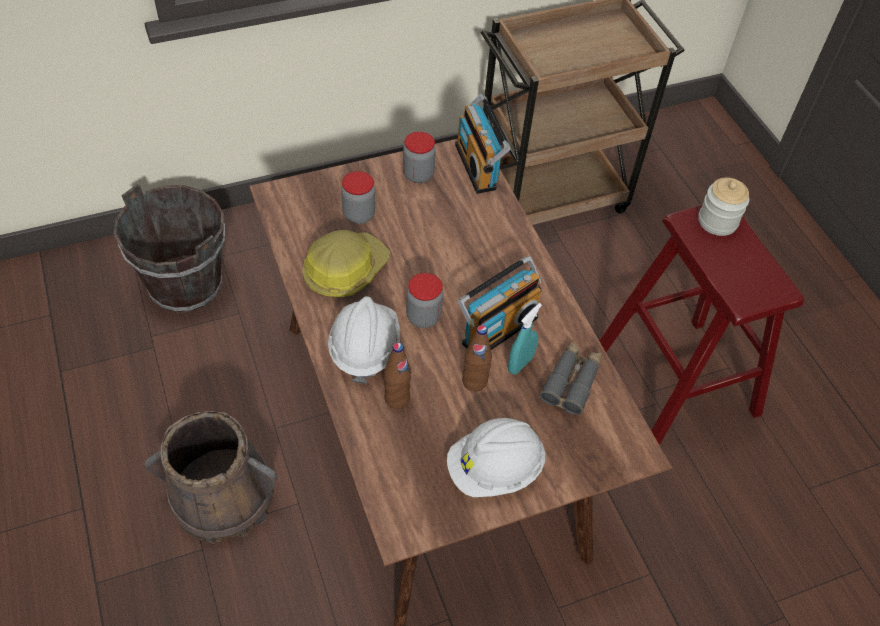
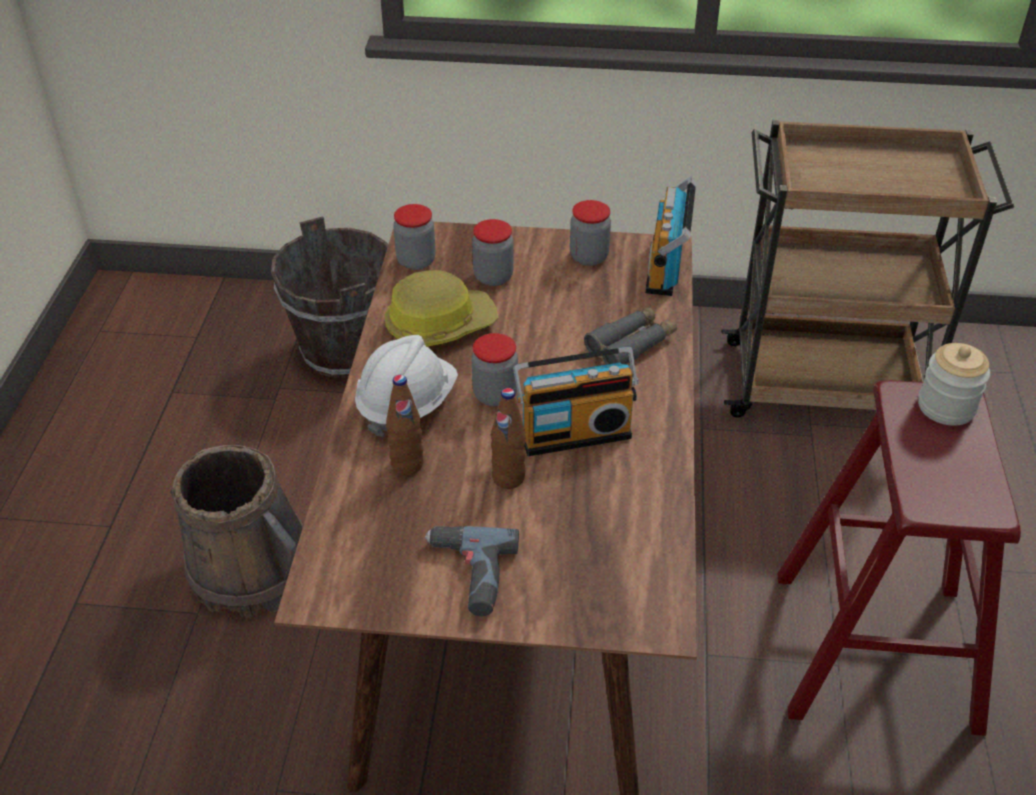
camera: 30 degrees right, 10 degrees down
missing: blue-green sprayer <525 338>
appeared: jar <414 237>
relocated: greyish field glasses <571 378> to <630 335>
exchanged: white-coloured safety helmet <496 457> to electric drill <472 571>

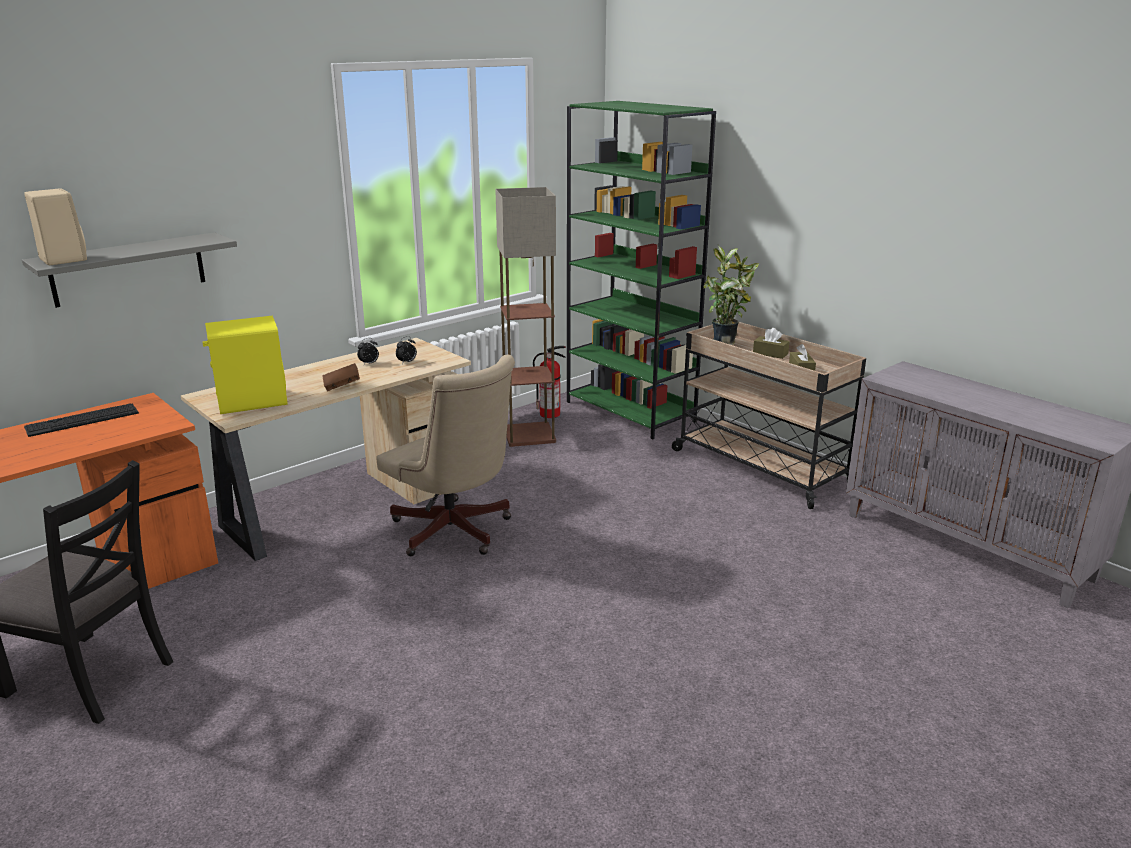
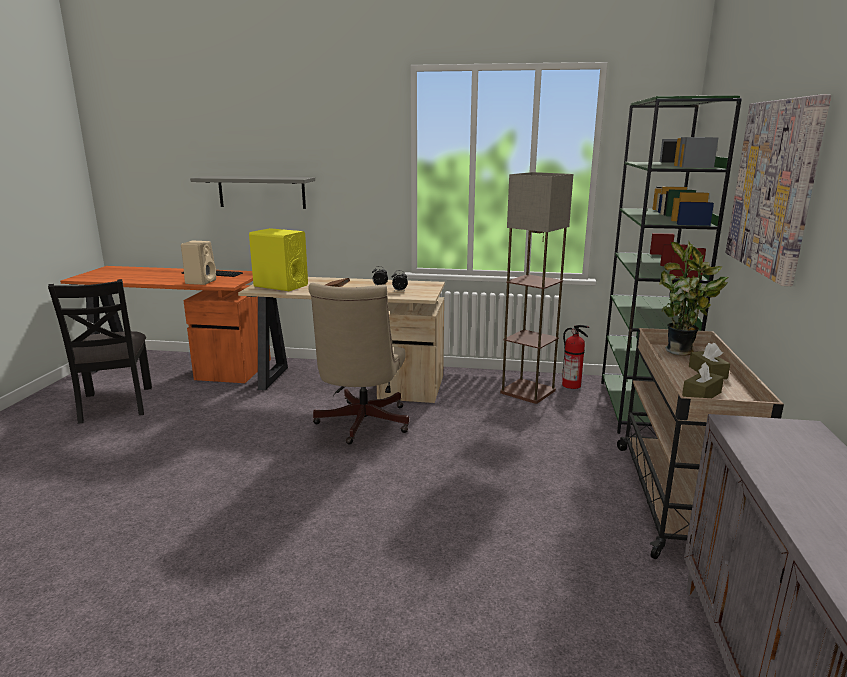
camera: 50 degrees right, 5 degrees down
appeared: wall art <778 190>
relocated: beige speaker <55 227> to <198 263>

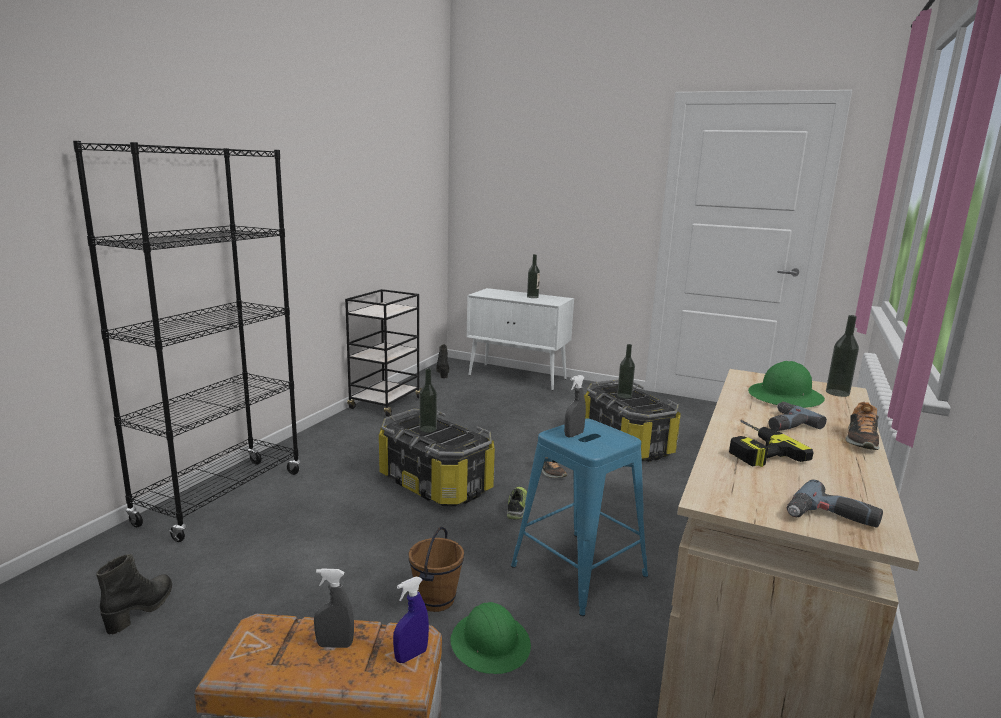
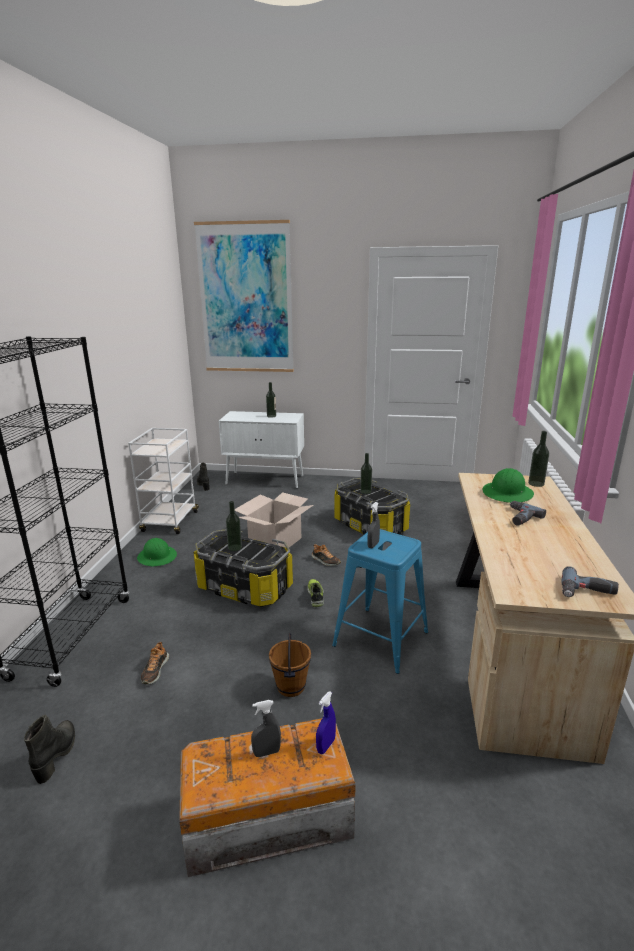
camera: 15 degrees left, 5 degrees up
missing: electric drill <771 443>
appeared: wall art <244 296>; carton <274 519>
relocated: shoe <862 426> to <155 663>; green-coloured safety helmet <490 638> to <157 552>
colour: black-coloured trolley <383 353> to white-coloured trolley <163 481>

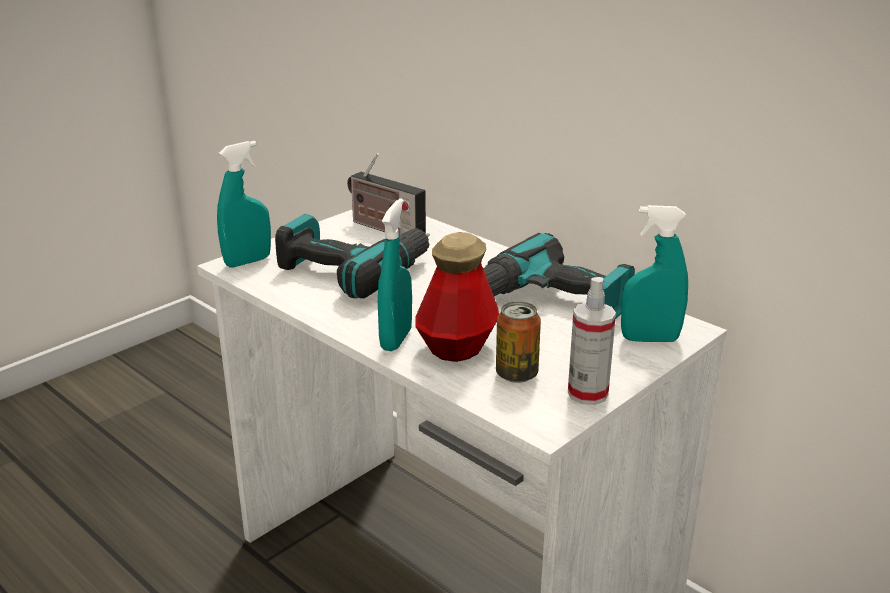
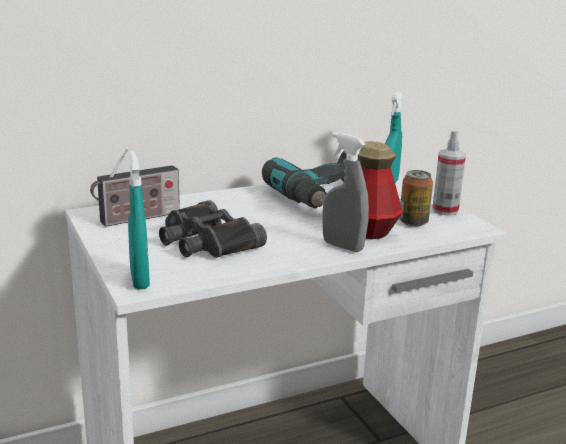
camera: 70 degrees left, 5 degrees down
exchanged: electric drill <352 256> to black-coloured field glasses <213 229>
colour: blue-green sprayer <395 274> to greyish sprayer <345 192>

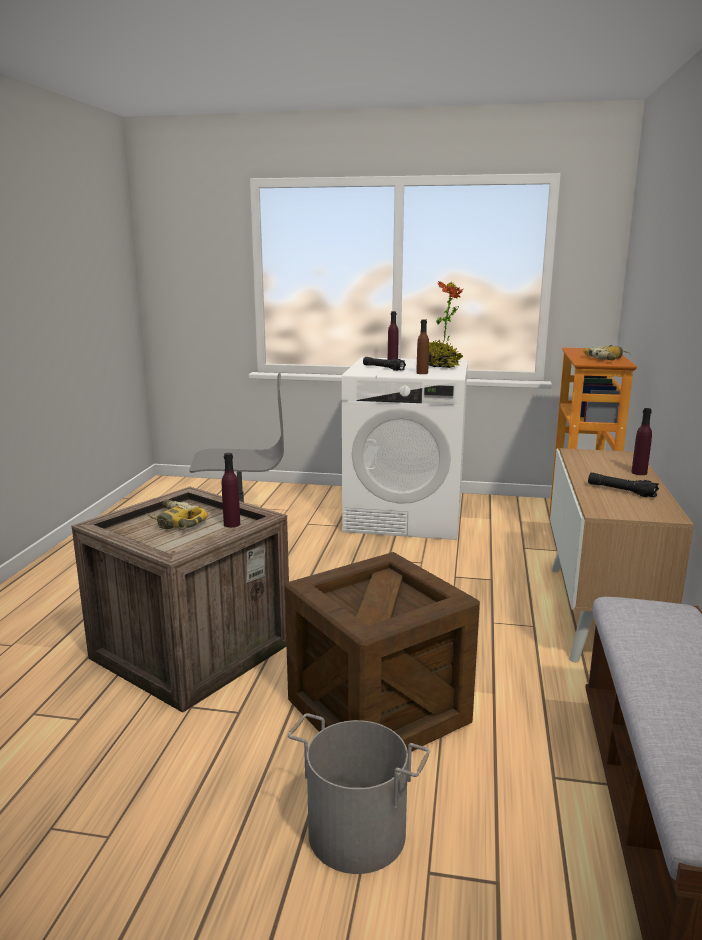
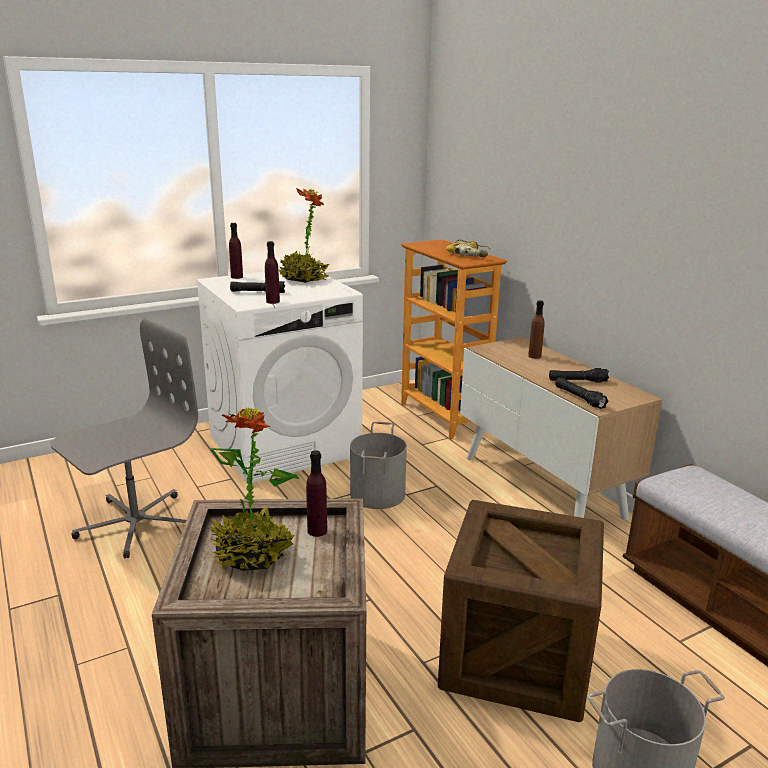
camera: 40 degrees left, 5 degrees up
appeared: black-coloured flashlight <582 393>; greyish bucket <378 465>
relocated: brown beverage bottle <422 346> to <536 329>; purplish beverage bottle <642 441> to <272 272>
exchanged: electric drill <177 514> to houseplant <254 489>

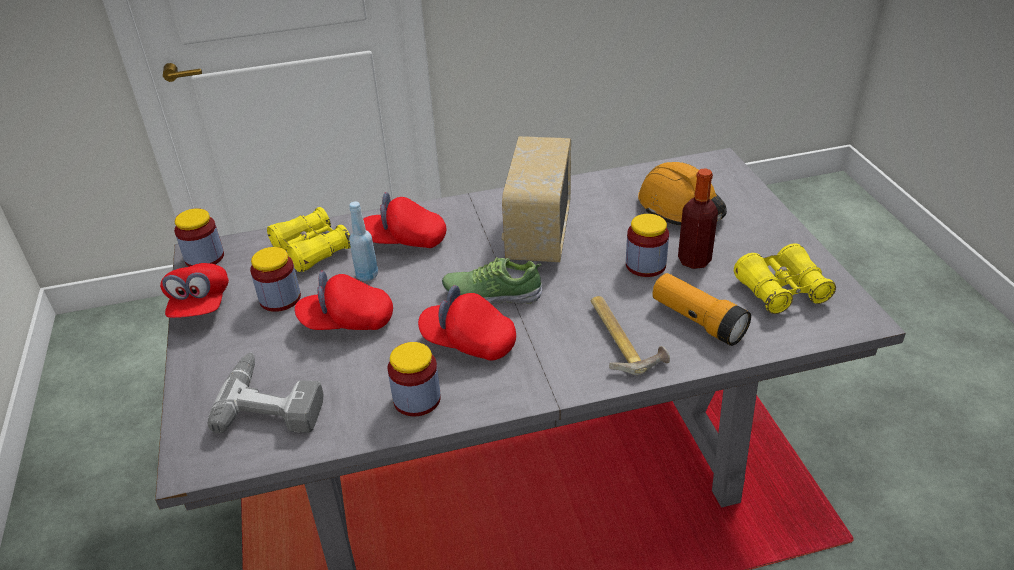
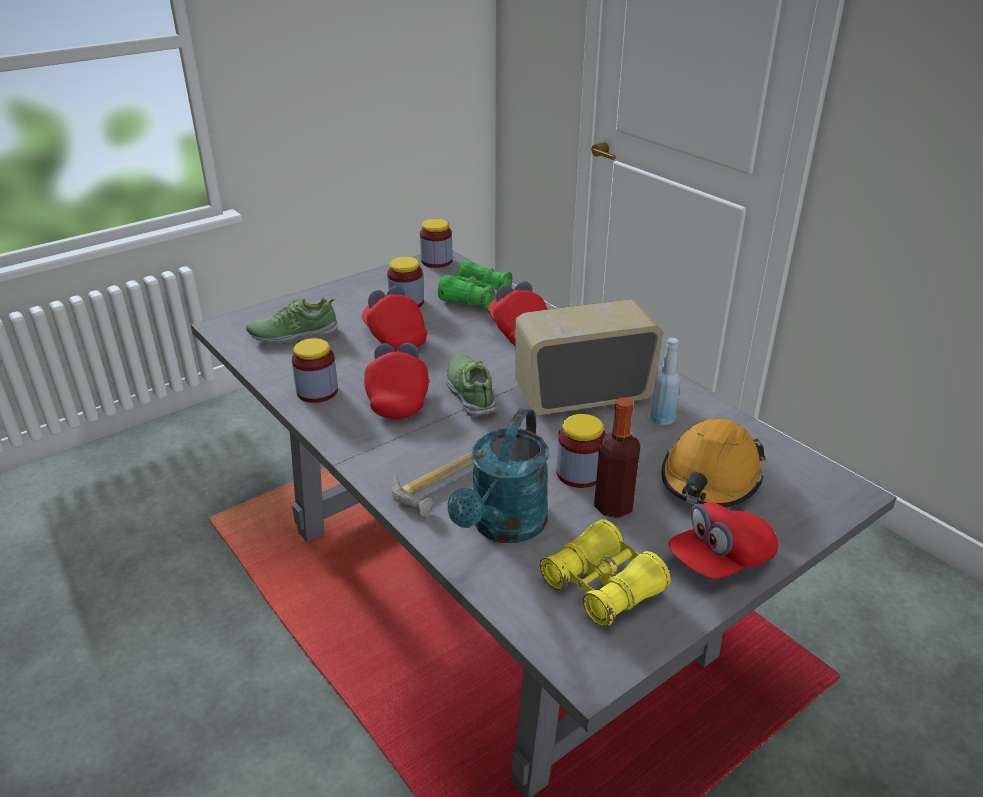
camera: 65 degrees right, 5 degrees down
relocated: blue beverage bottle <363 241> to <665 381>; red cap <194 290> to <723 540>
exchanged: flashlight <702 309> to blue-green watering can <498 475>; electric drill <265 393> to shoe <292 321>
colour: yellowish field glasses <309 239> to green-coloured field glasses <475 284>

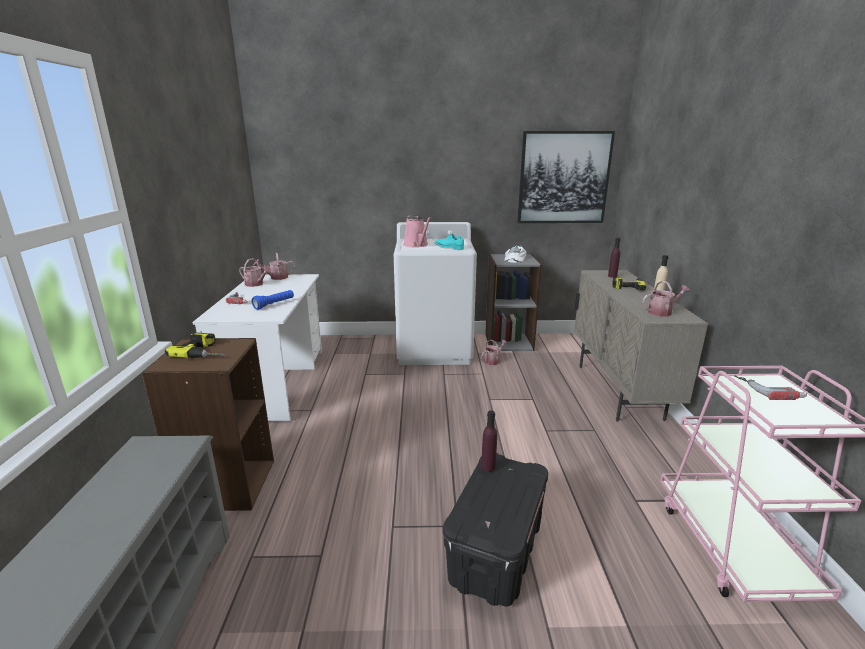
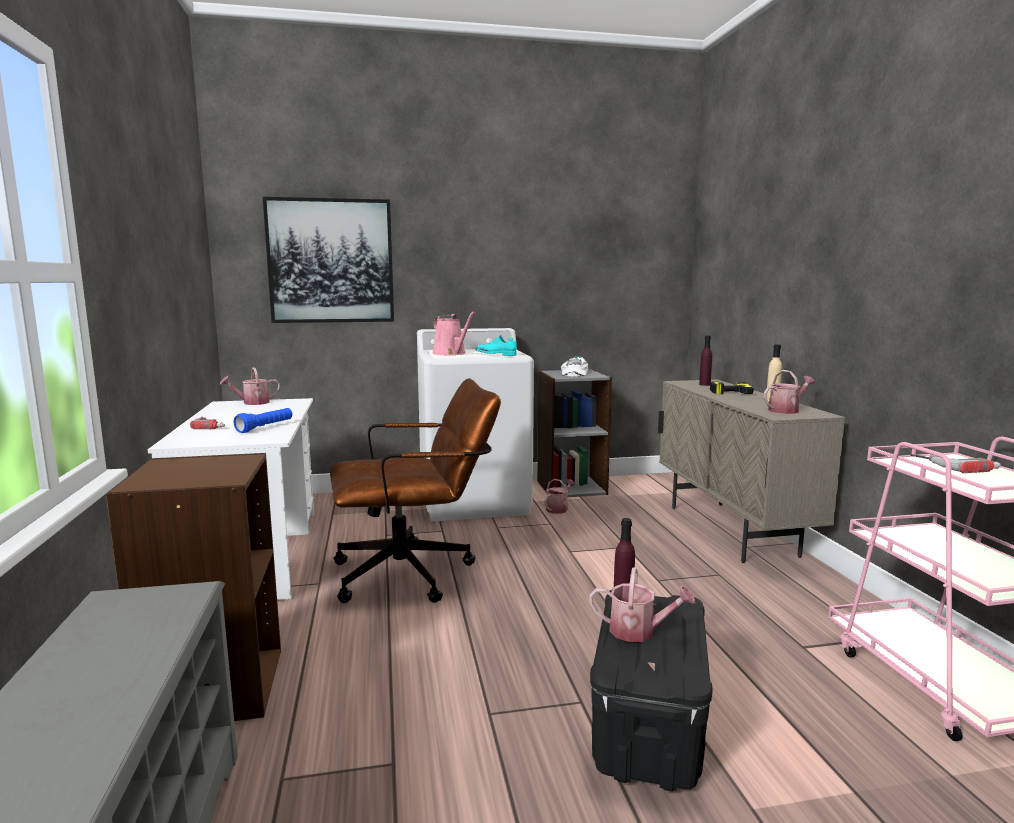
camera: 10 degrees left, 10 degrees down
missing: electric drill <195 345>
appeared: brown computer chair <415 490>
relocated: wall art <566 177> to <328 260>; watering can <255 272> to <642 604>

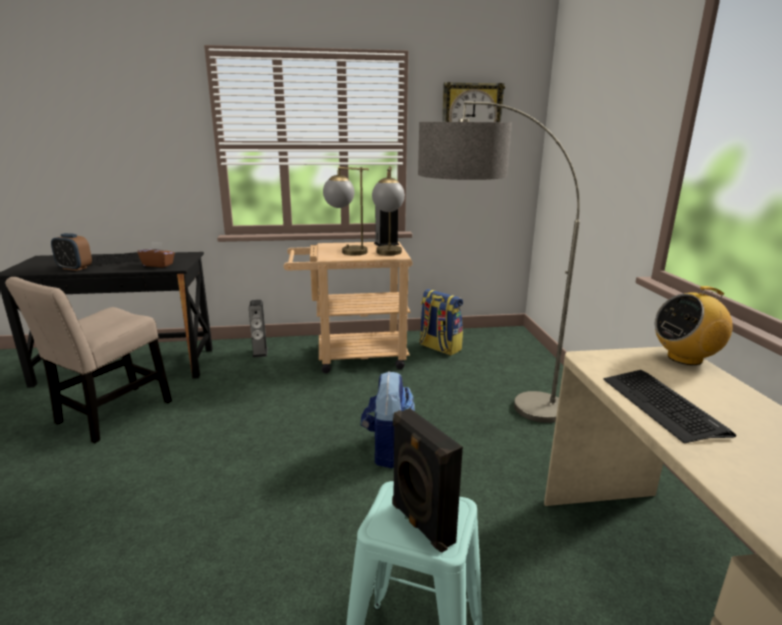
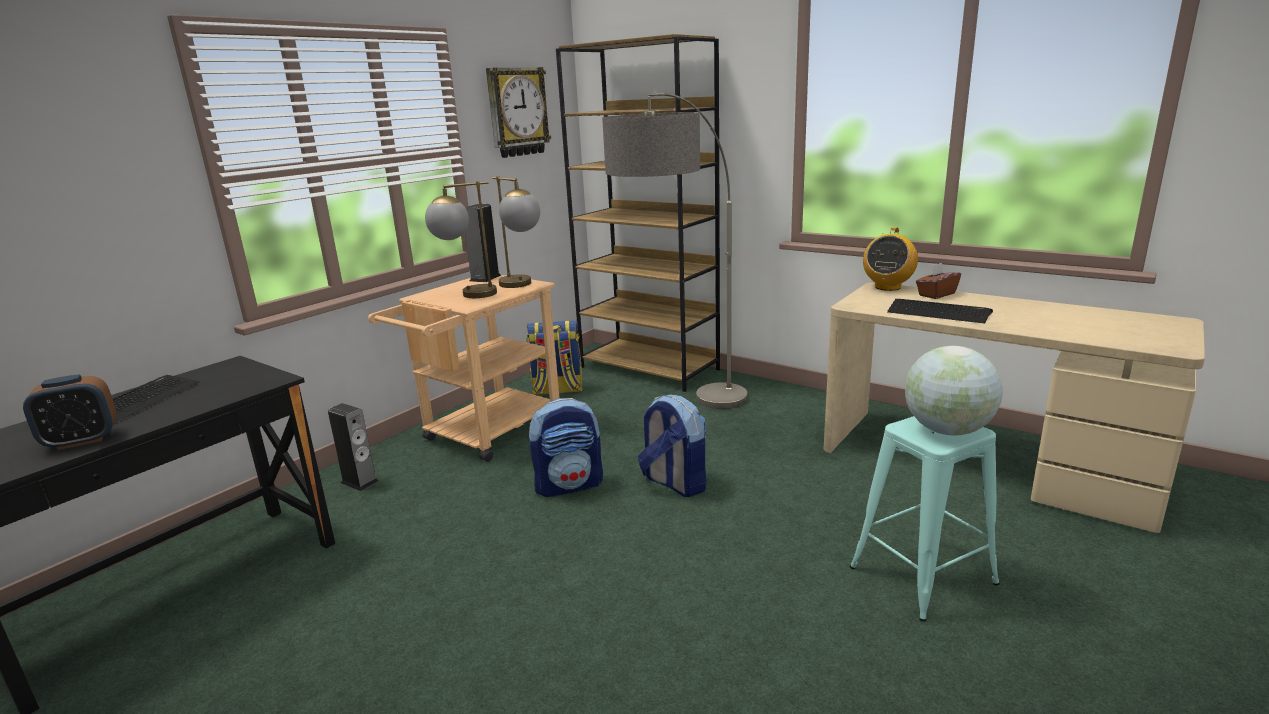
camera: 45 degrees left, 0 degrees up
missing: beige plain chair <88 360>
appeared: brown bookcase <638 213>; knapsack <566 447>
relocated: brown tissue holder <156 254> to <938 281>
exchanged: black-coloured speaker <427 480> to desk globe <954 391>

